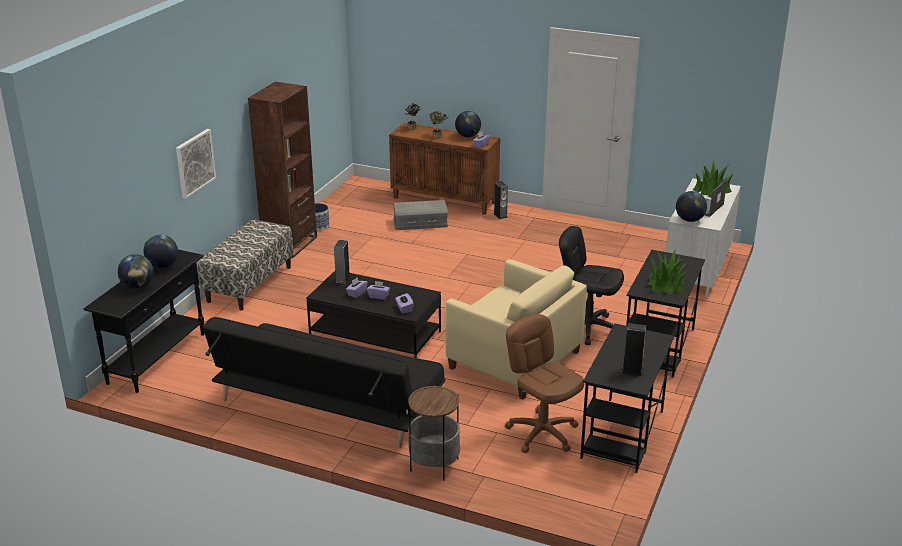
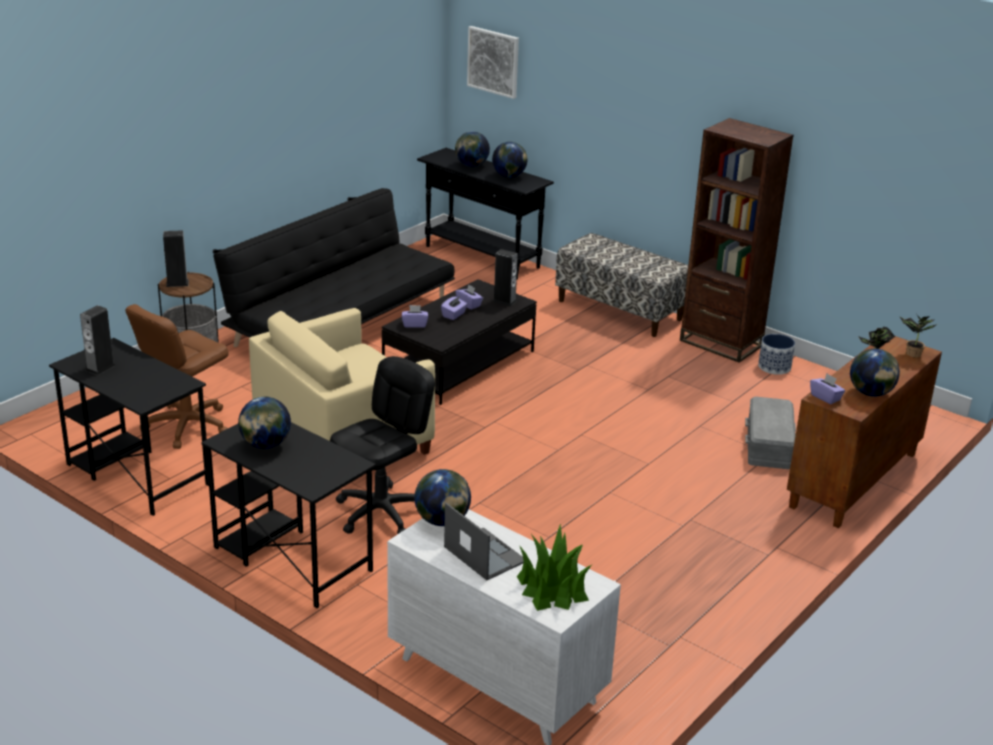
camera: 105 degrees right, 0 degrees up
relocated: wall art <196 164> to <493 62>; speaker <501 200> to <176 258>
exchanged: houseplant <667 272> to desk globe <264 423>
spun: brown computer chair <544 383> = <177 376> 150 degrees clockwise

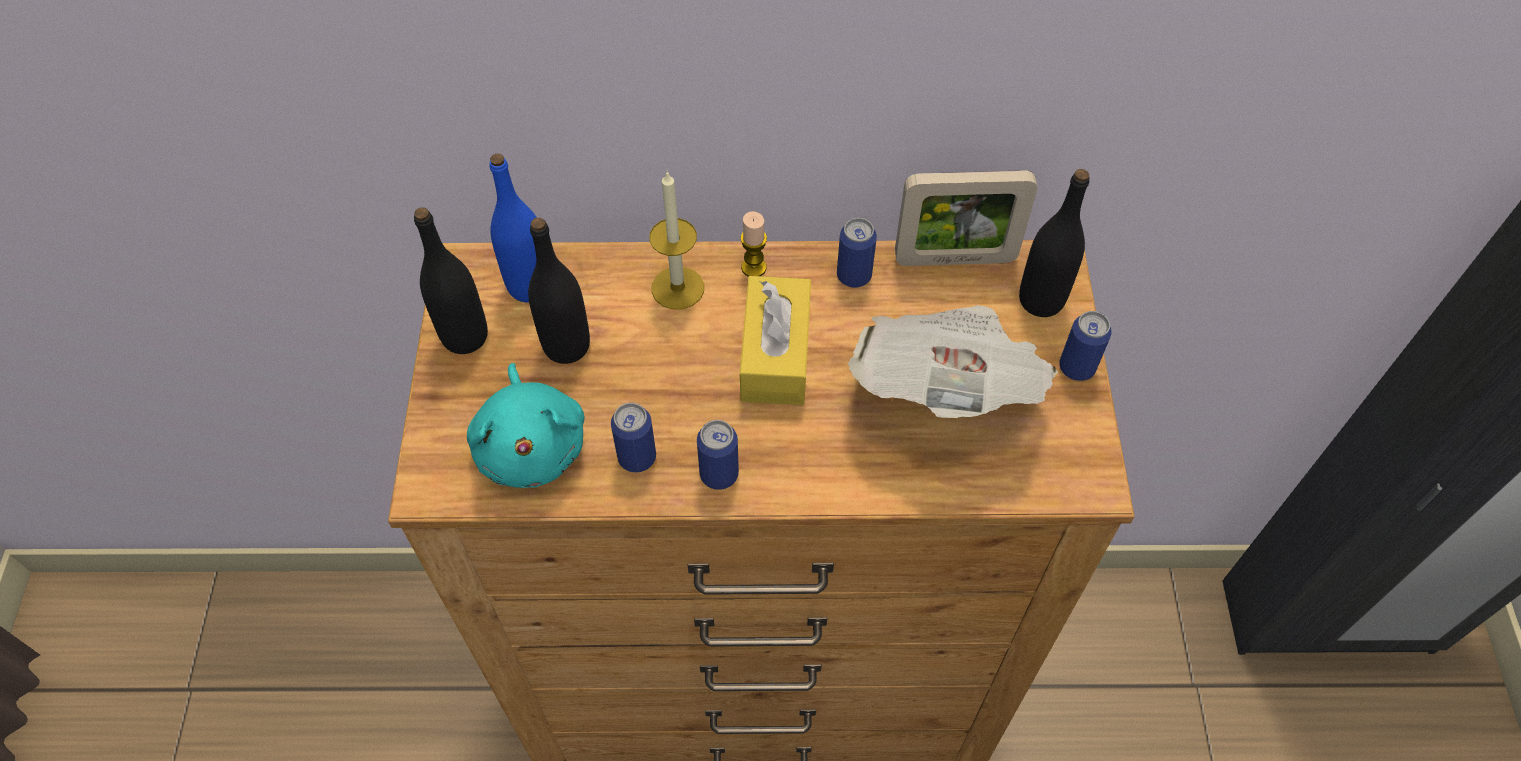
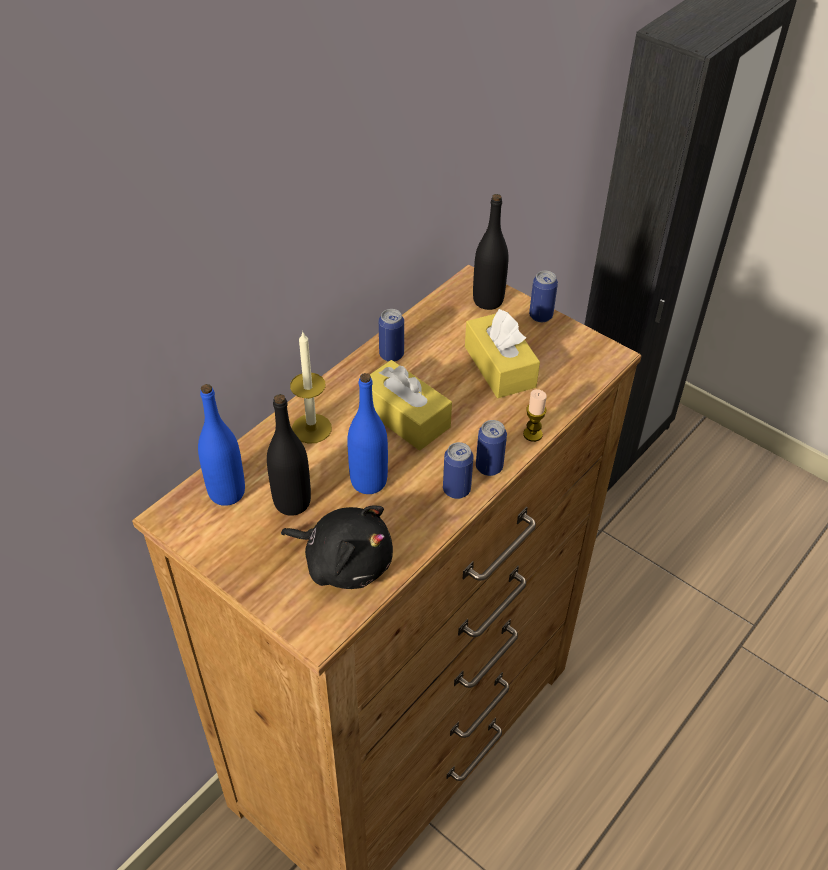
camera: 50 degrees left, 10 degrees down
missing: standing frame <966 218>; black-coloured beverage bottle <451 281>
appeared: blue beverage bottle <367 433>
relocated: candle <753 244> to <535 415>; metal can <633 437> to <491 448>
exchanged: newspaper <953 361> to yellowish tissue holder <502 353>
colour: blue-green soft toy <526 425> to black-coloured soft toy <337 547>

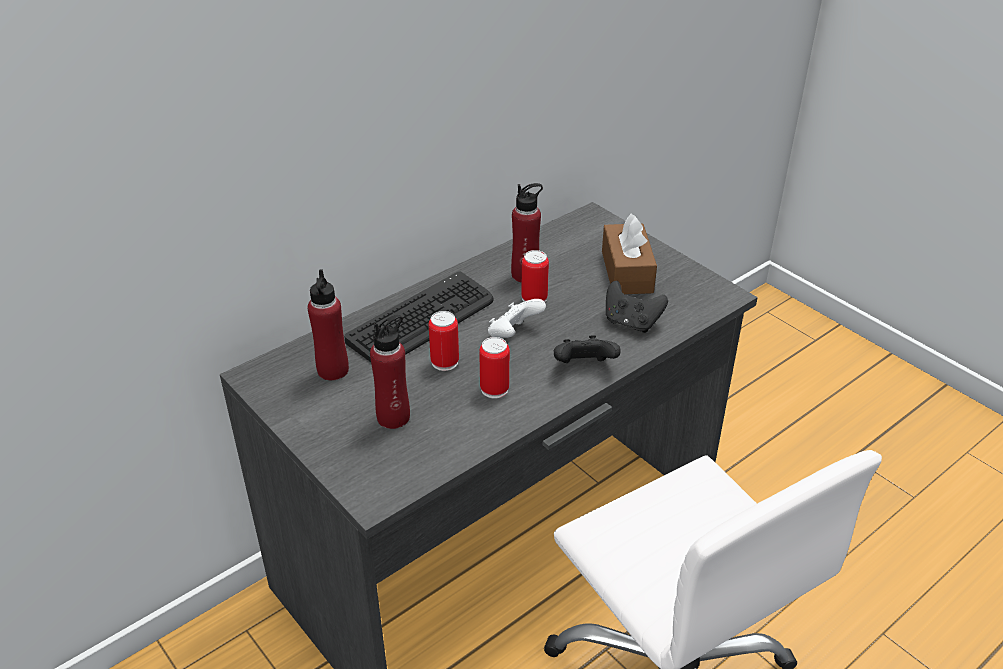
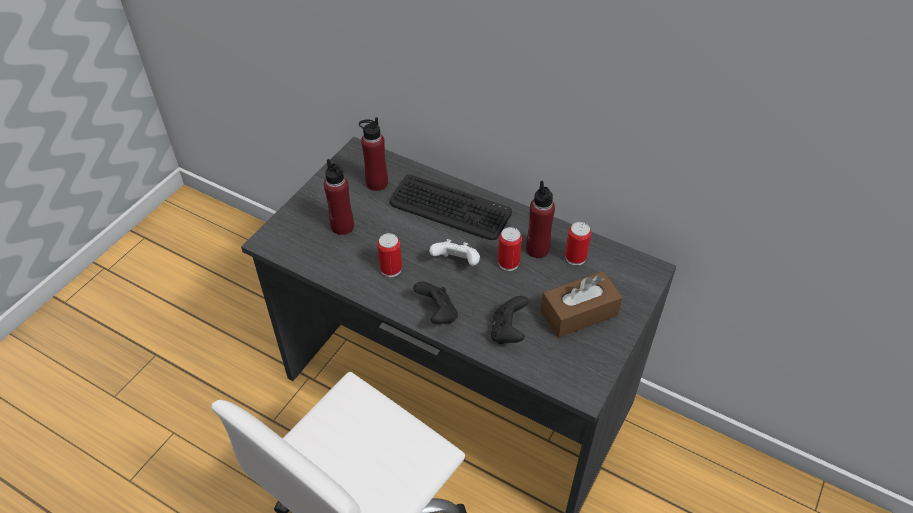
camera: 70 degrees right, 10 degrees up
relocated: metal can <444 341> to <578 244>

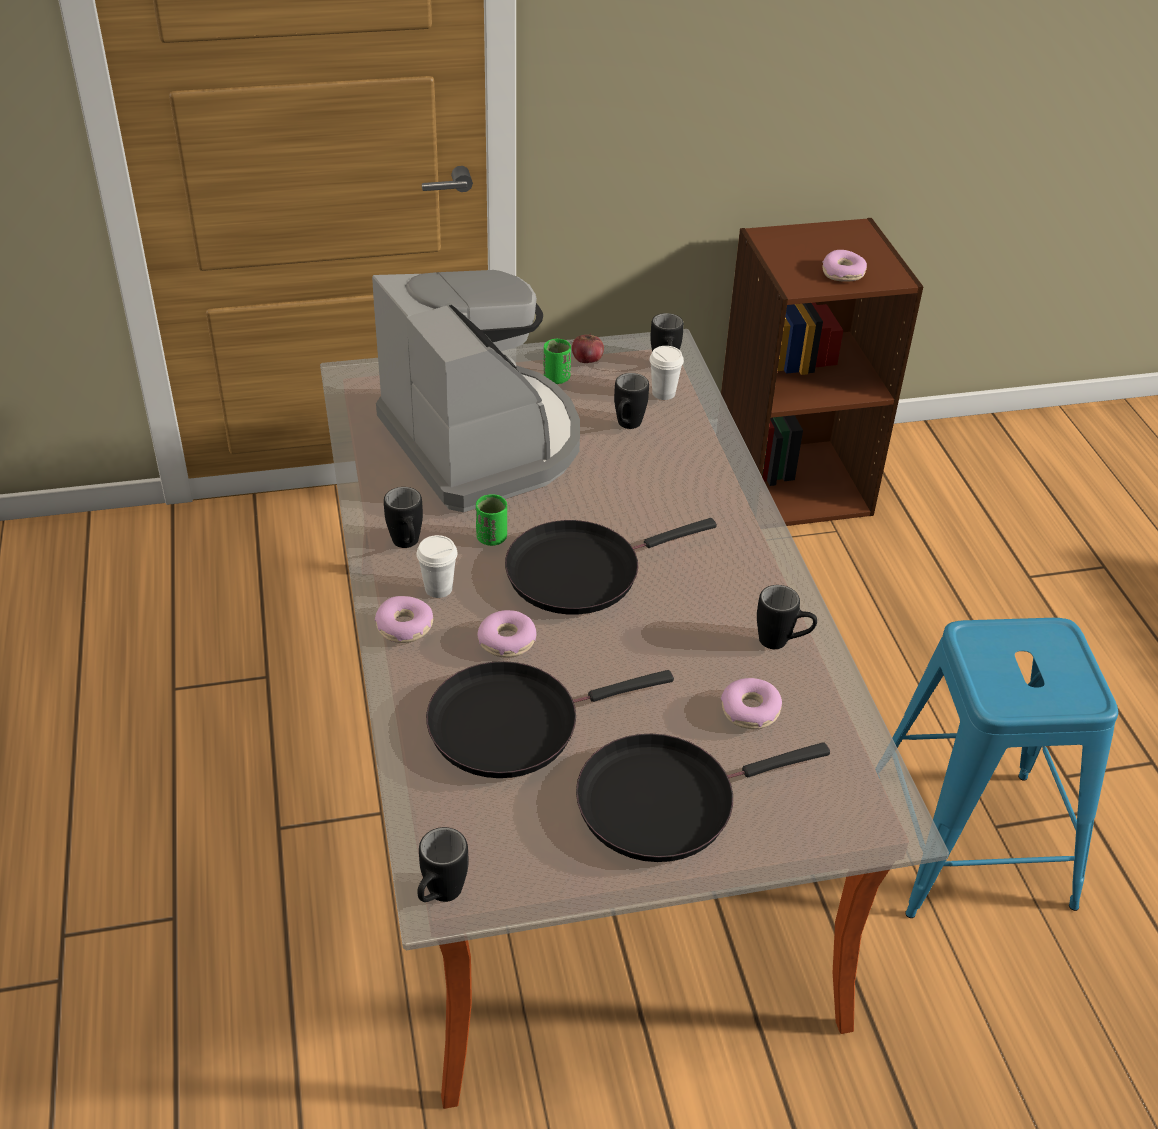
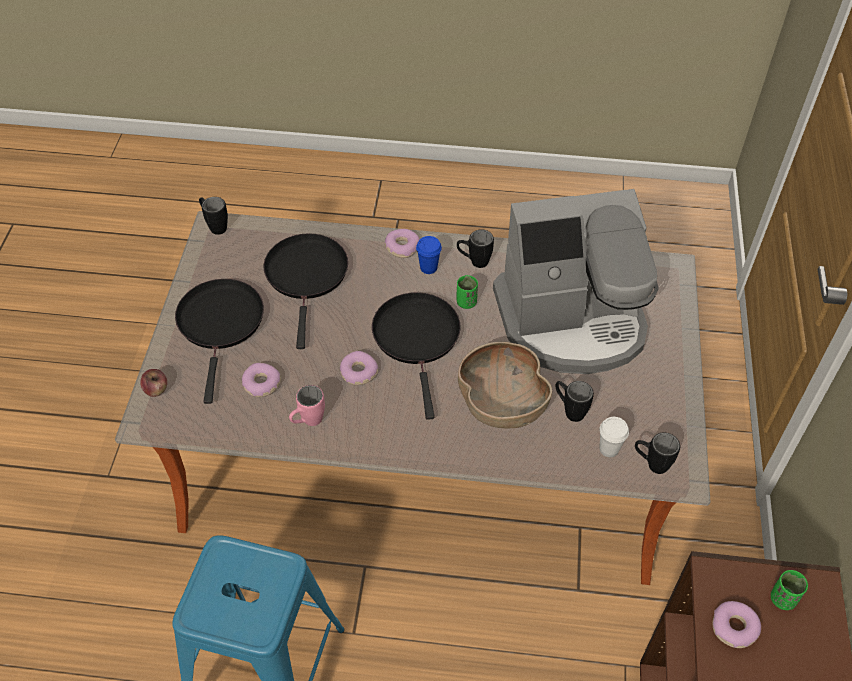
camera: 110 degrees right, 10 degrees up
appeared: brown serving bowl <505 385>
relocated: apple <588 348> to <153 383>; green-coloured drinking cup <557 361> to <789 590>; ring doughnut <507 634> to <359 368>
colour: white-coloured drinking cup <437 566> to blue drinking cup <429 255>; black-coloured mug <787 617> to pinkish mug <307 405>

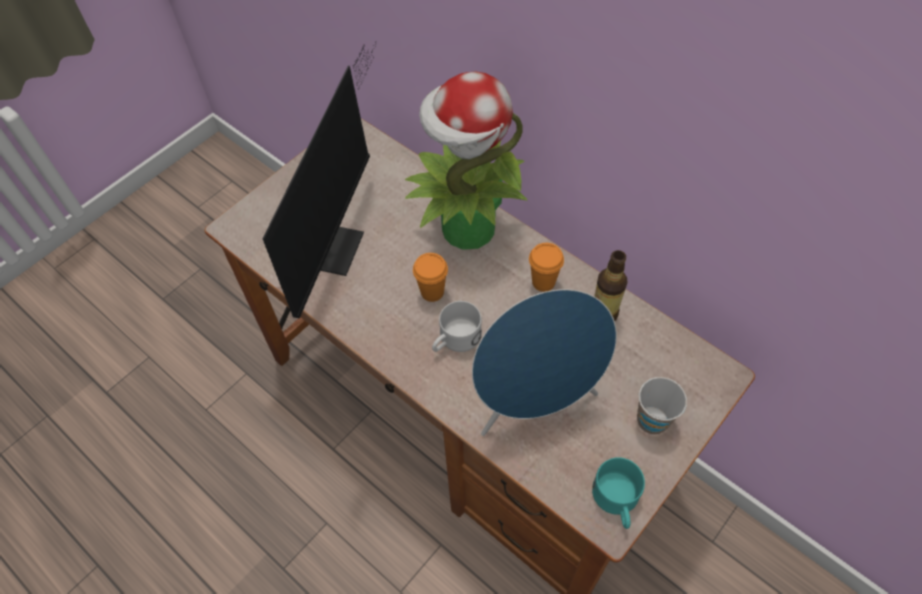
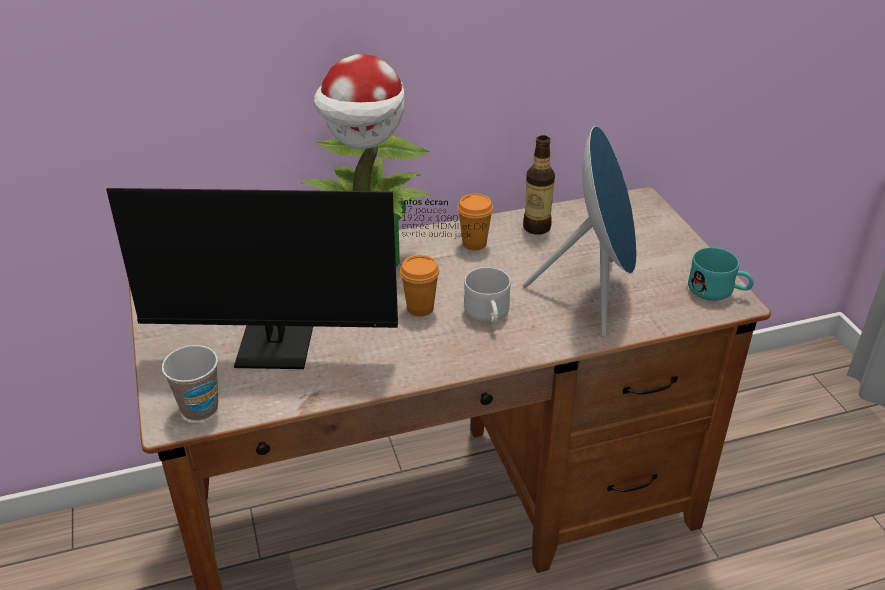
camera: 60 degrees left, 20 degrees down
relocated: drinking cup <662 406> to <190 383>
spun: computer display <319 181> = <296 278> 135 degrees clockwise

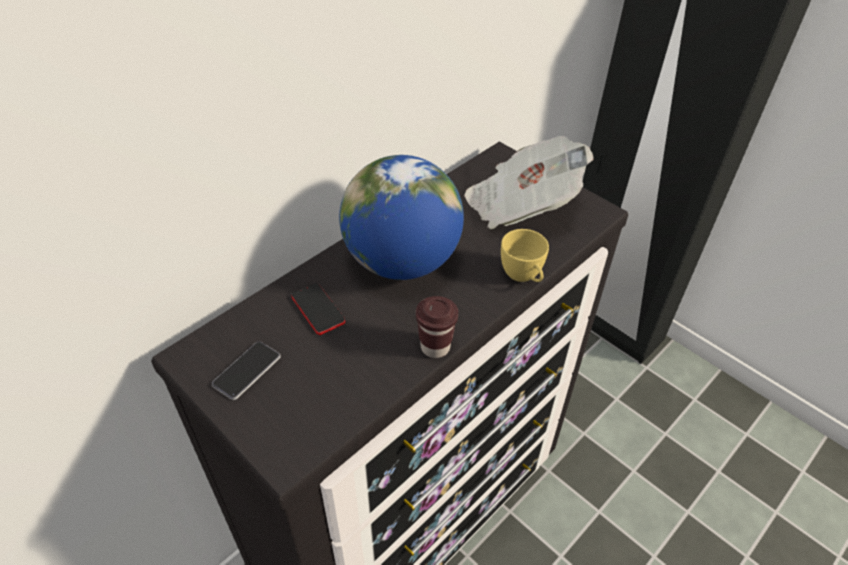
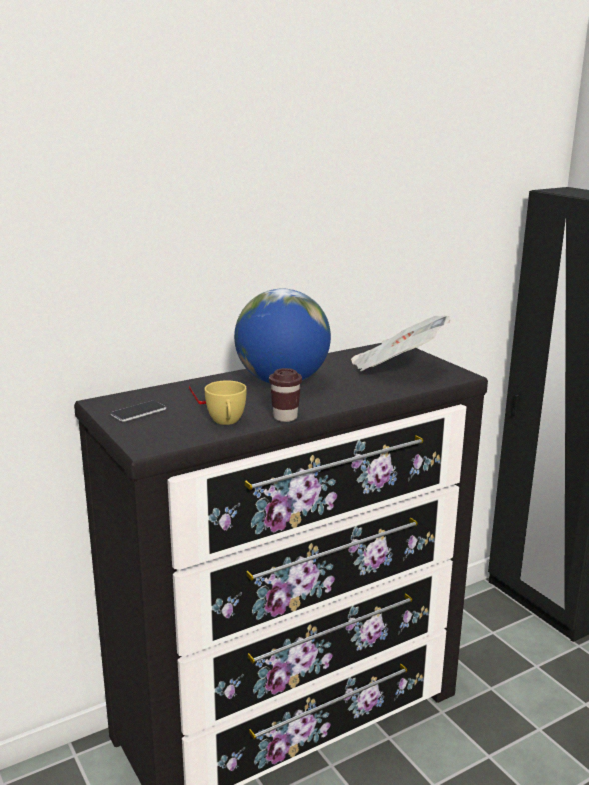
camera: 15 degrees right, 25 degrees down
relocated: yellowish drinking cup <525 255> to <226 403>

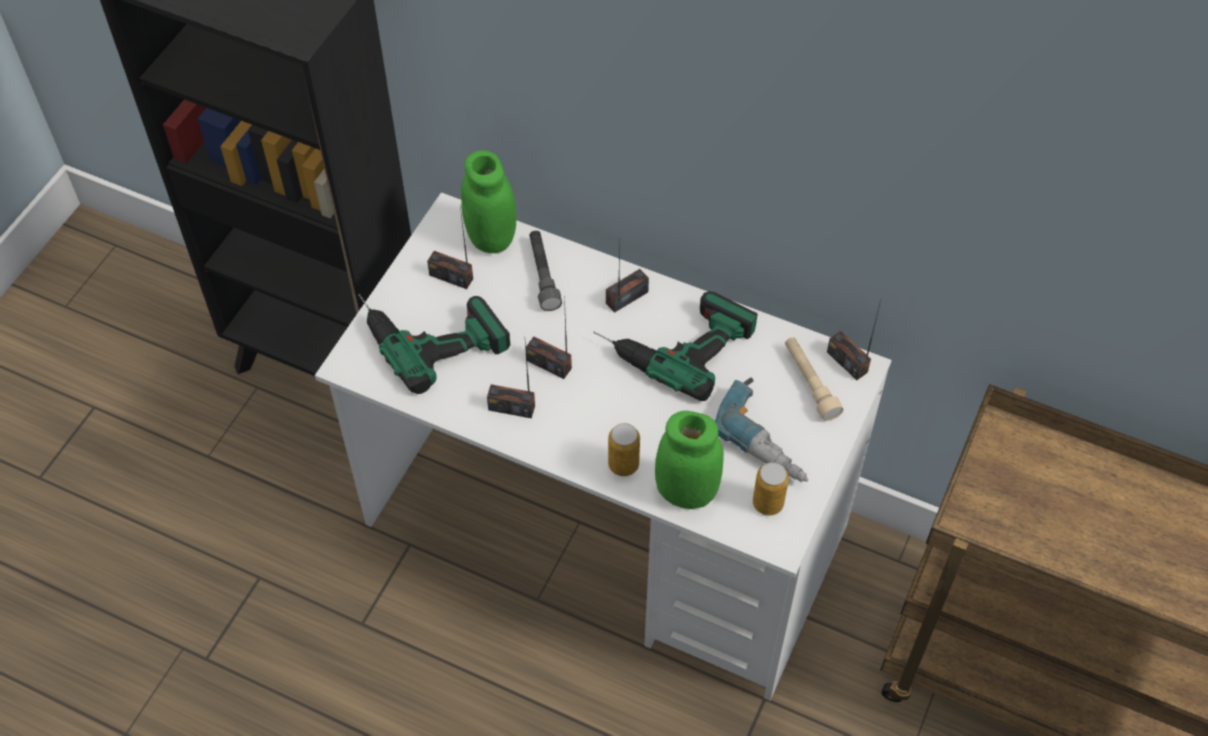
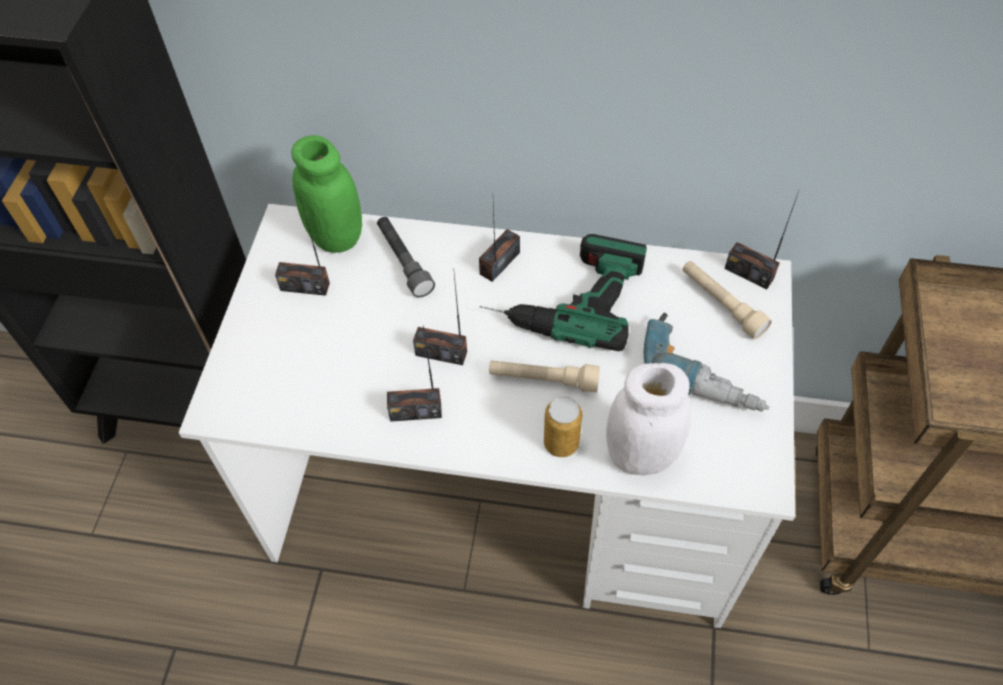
camera: 15 degrees left, 0 degrees up
missing: electric drill <435 344>; metal can <771 489>
appeared: beige flashlight <544 376>
colour: green-coloured jar <689 460> to white-coloured jar <648 419>

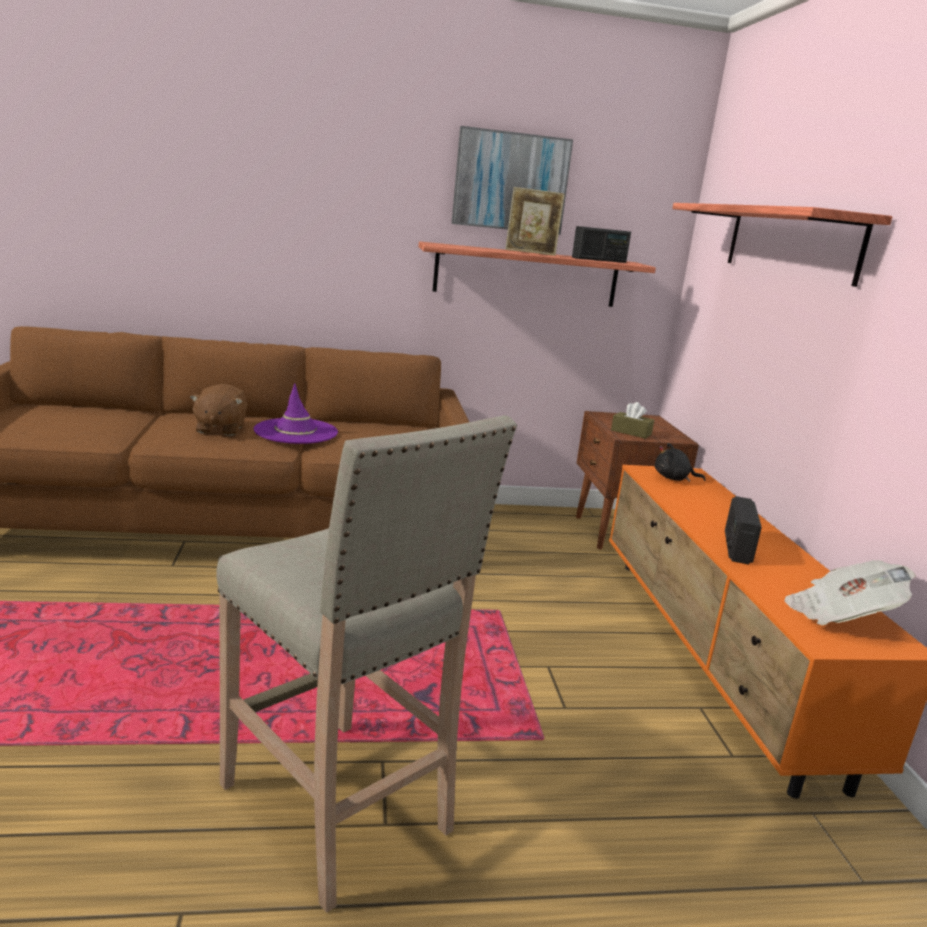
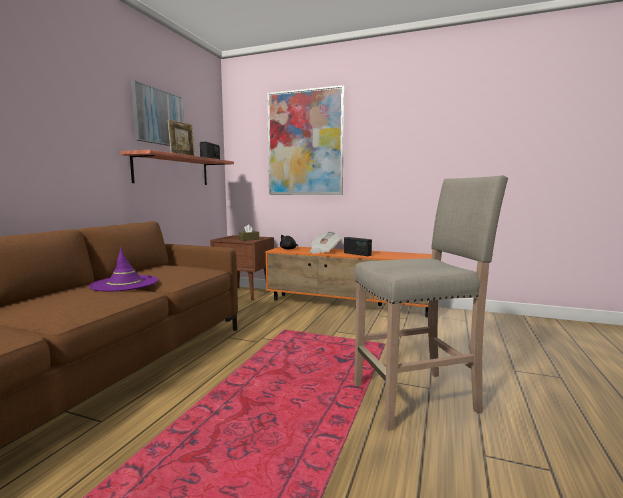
camera: 60 degrees left, 10 degrees down
missing: brown soft toy <218 410>
relocated: newspaper <850 592> to <325 242>
exchanged: shelf <782 245> to wall art <305 140>

